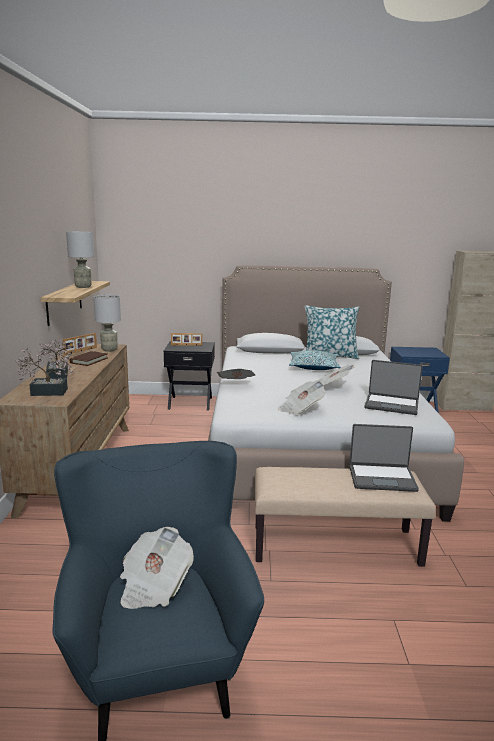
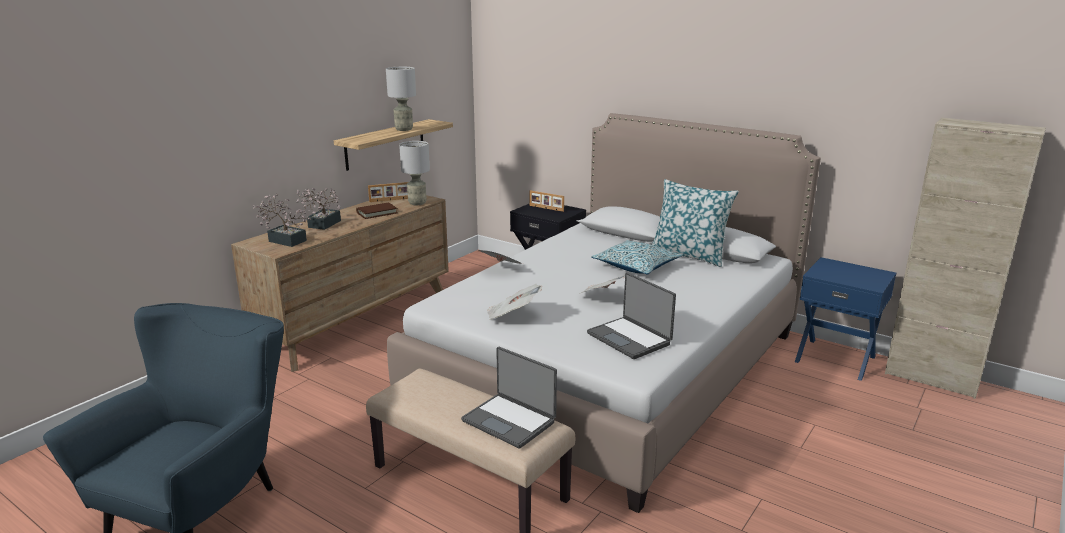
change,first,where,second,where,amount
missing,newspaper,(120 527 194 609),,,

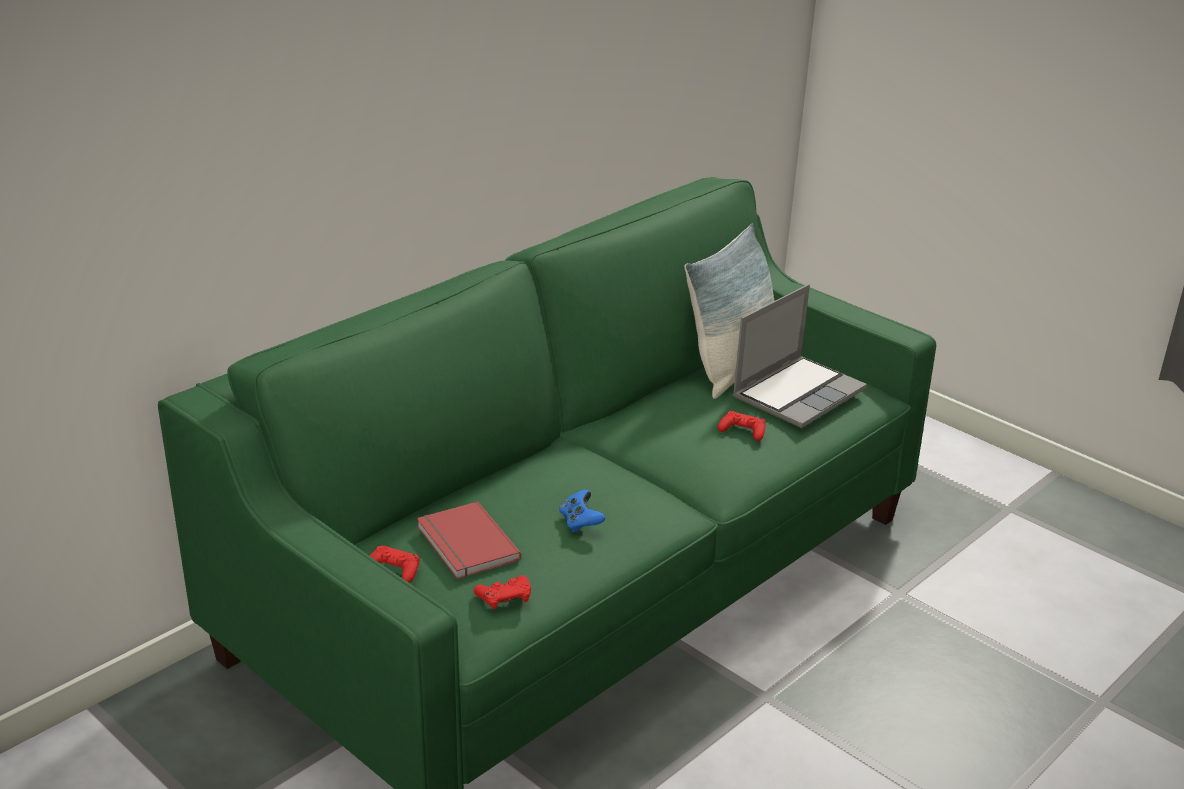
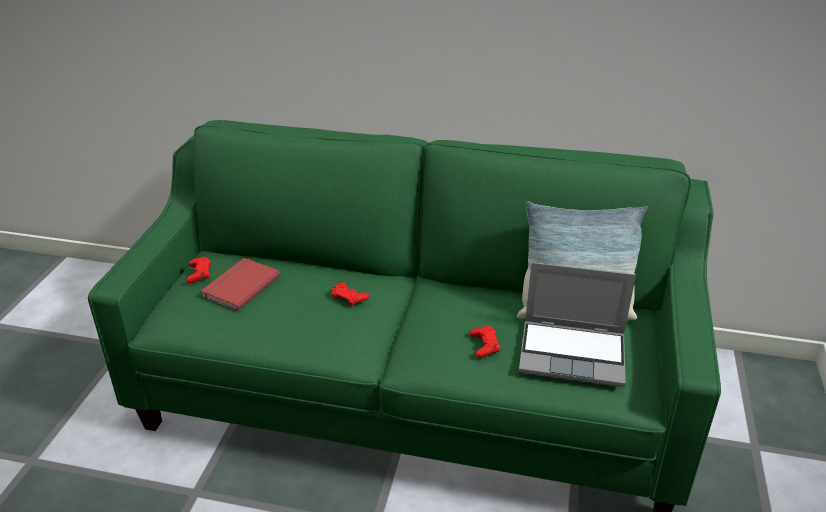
change,first,where,second,where,amount
missing,blue gamepad,(559 490 605 532),,,
relocated,red-coloured gamepad,(474 575 531 610),,(332 282 369 307),

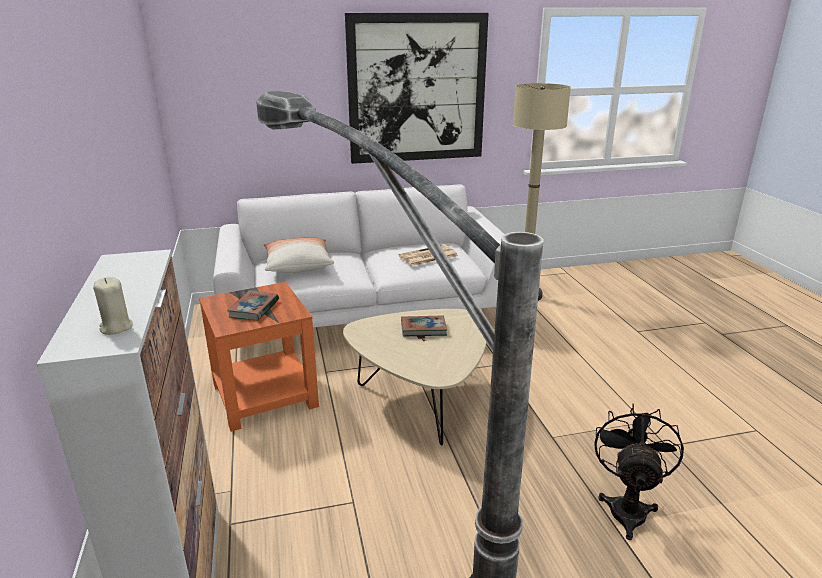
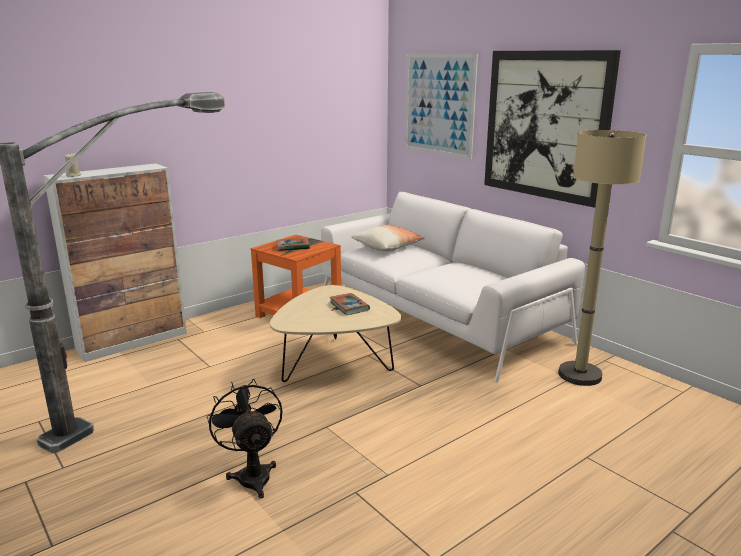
change,first,where,second,where,amount
missing,newspaper,(398 245 458 266),,,
appeared,,,picture,(405 54 478 159),
spun,black electric fan,(594 404 684 540),,(207 379 282 499),105 degrees counterclockwise

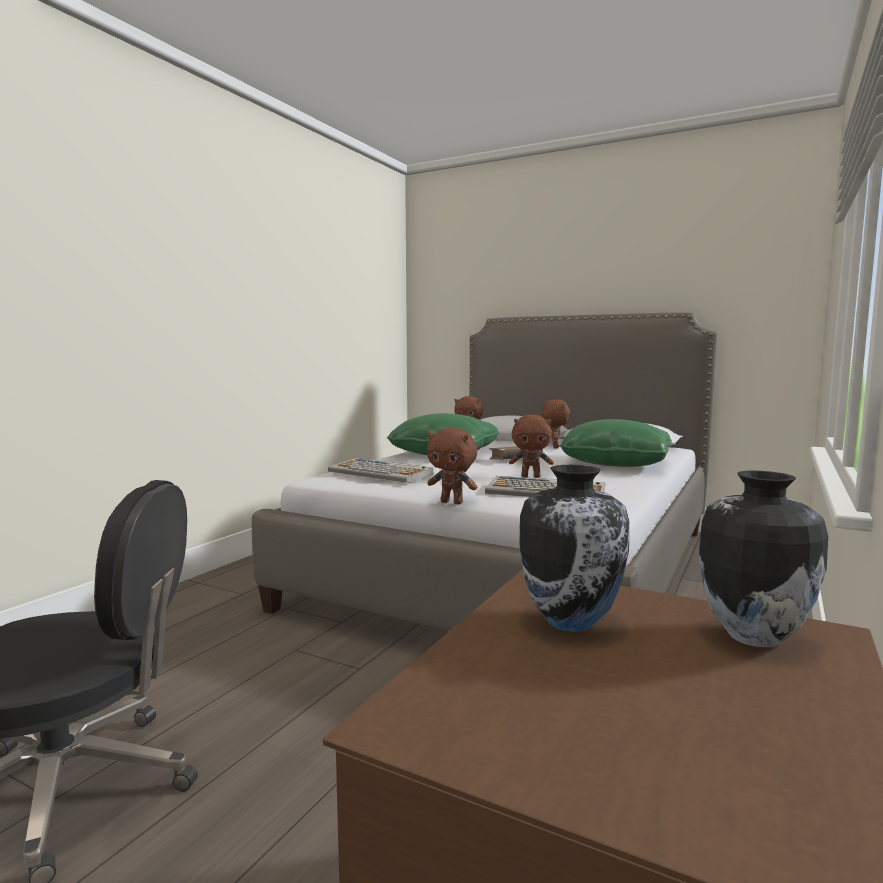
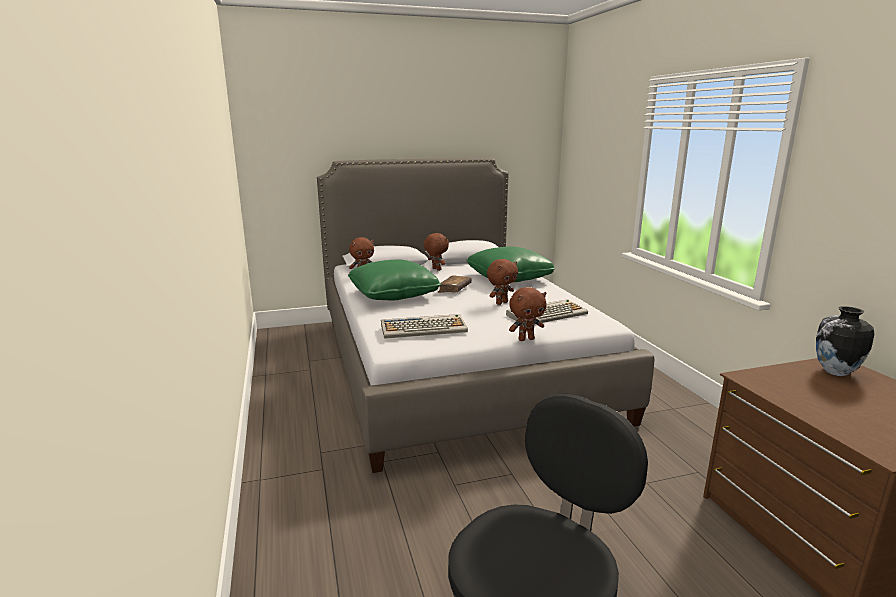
change,first,where,second,where,amount
missing,flower vase,(519 465 629 632),,,

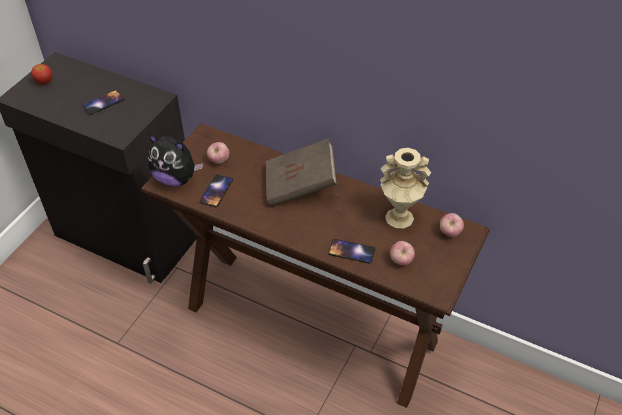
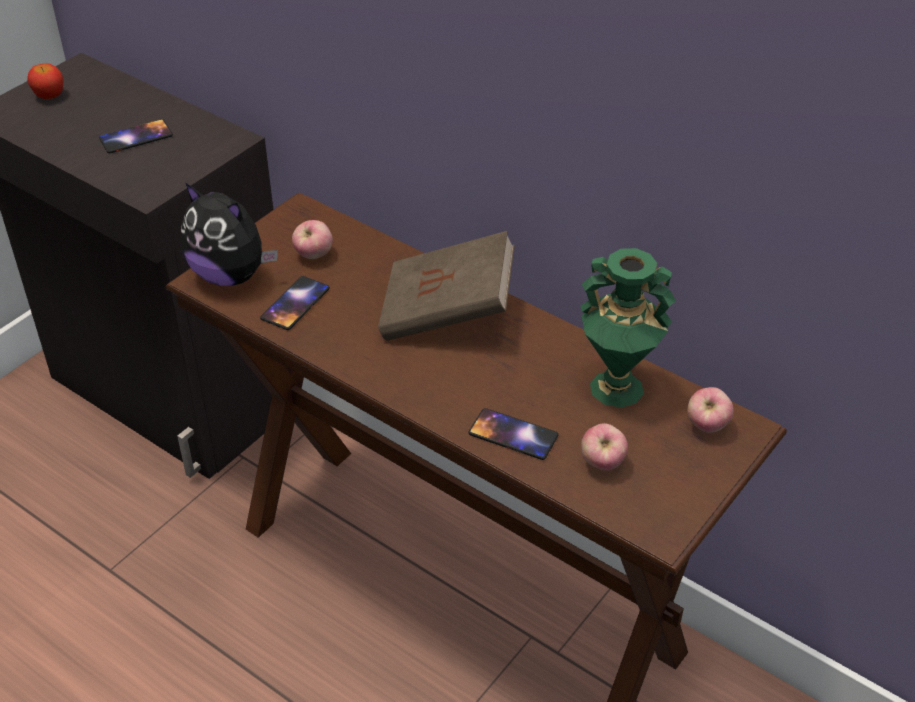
change,first,where,second,where,amount
colour,beige flower vase,(380 148 431 229),green-coloured flower vase,(580 248 676 408),

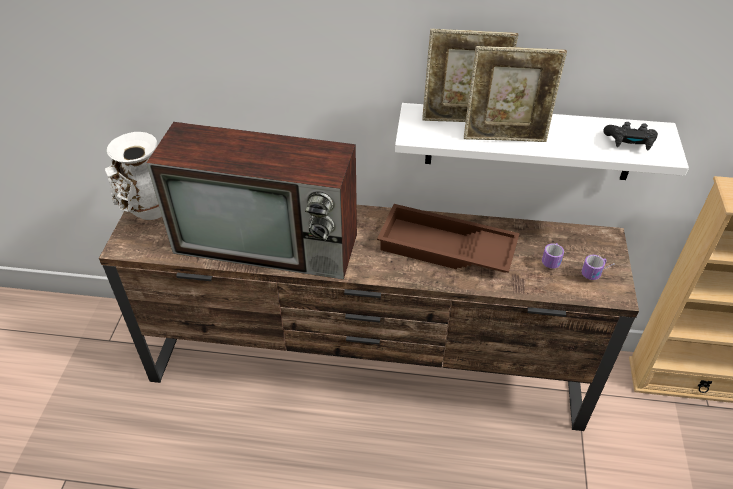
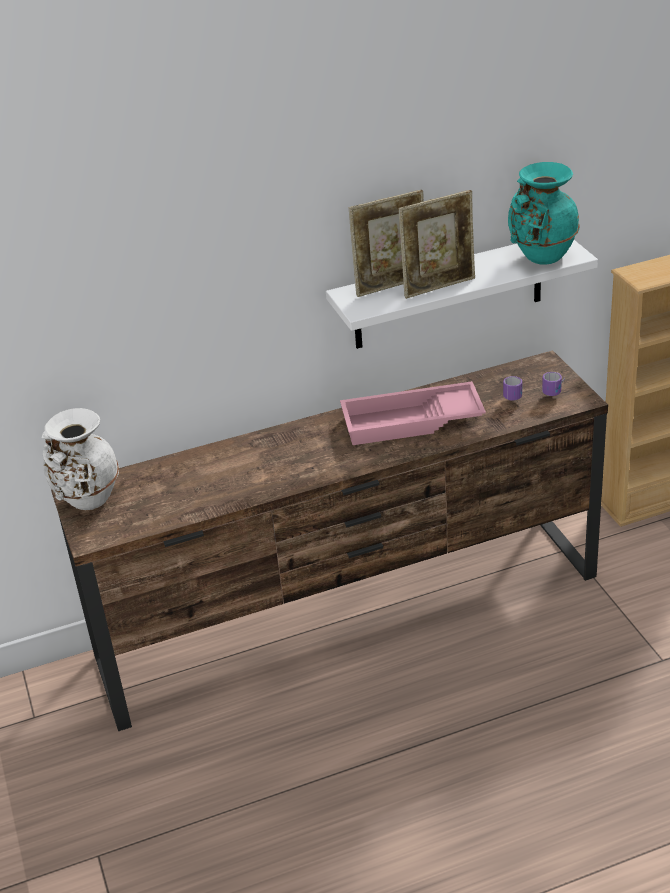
change,first,where,second,where,amount
missing,TV,(146 122 357 280),,,
exchanged,black gamepad,(603 122 658 151),turquoise flower vase,(508 162 580 265),
colour,brown carrying tray,(377 204 520 273),pinkish carrying tray,(340 381 486 445),

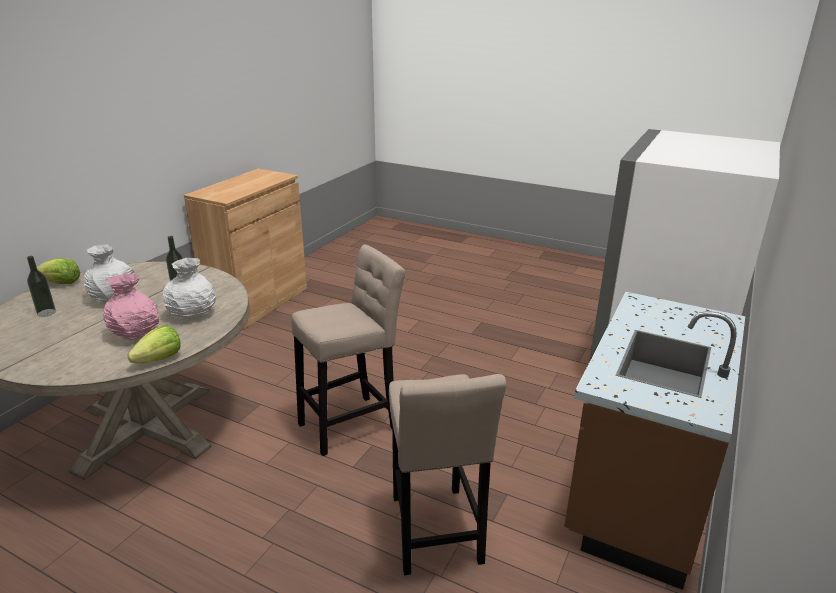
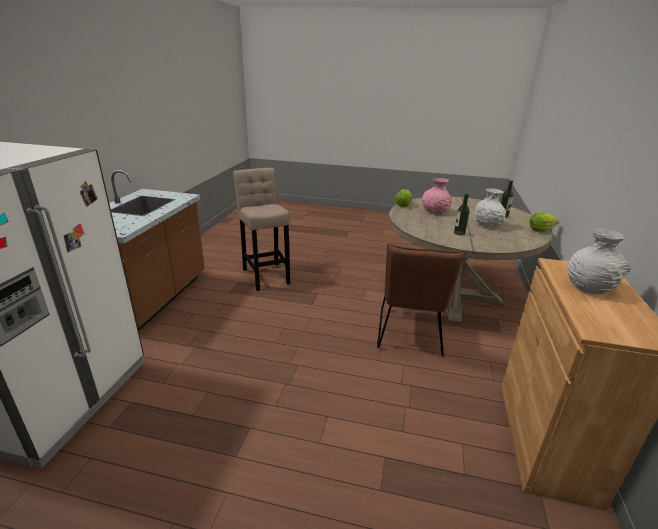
change,first,where,second,where,amount
missing,beige stool seat,(291 244 405 456),,,
appeared,,,brown plain chair,(377 244 466 357),
relocated,white flower vase,(163 258 216 319),,(567 228 631 294),

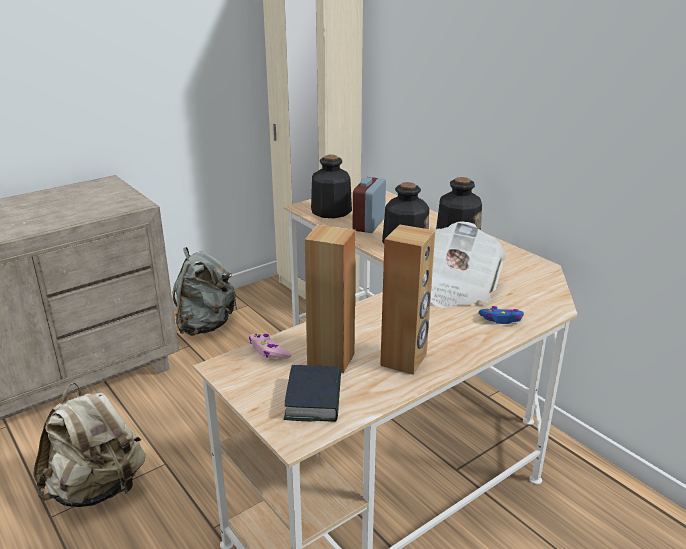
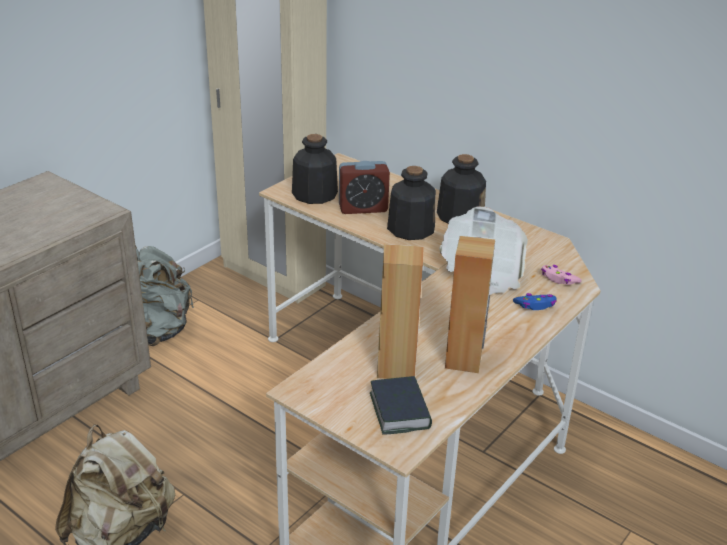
change,first,where,second,where,amount
relocated,pinkish gamepad,(249 333 291 359),,(541 265 582 285),
spun,table clock,(353 177 386 233),,(339 161 390 214),105 degrees counterclockwise

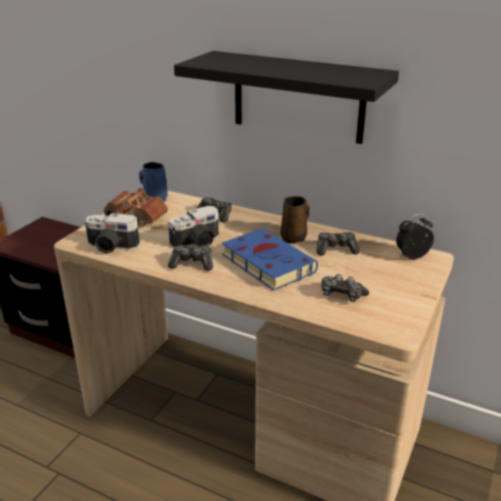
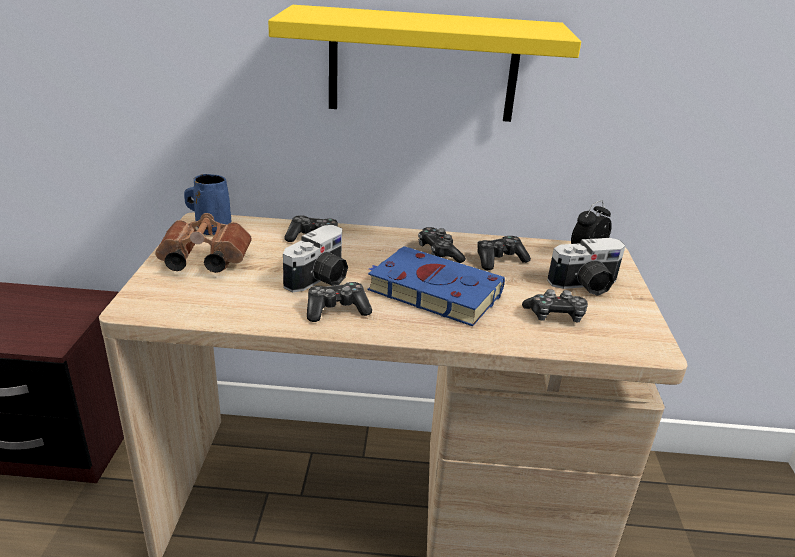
change,first,where,second,where,amount
relocated,photo camera,(85 213 140 254),,(547 238 626 296),
exchanged,brown mug,(280 196 309 244),gamepad,(418 227 466 263),
colour,black wall shelf,(174 51 399 144),yellow-coloured wall shelf,(268 5 581 122),

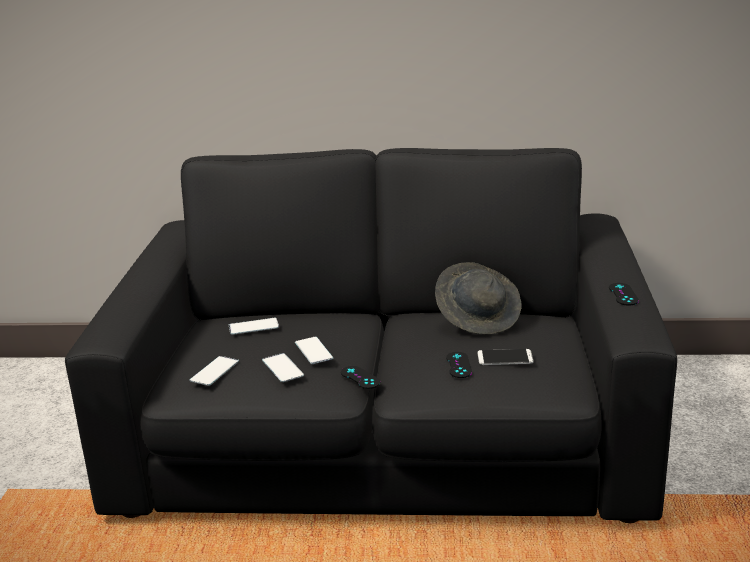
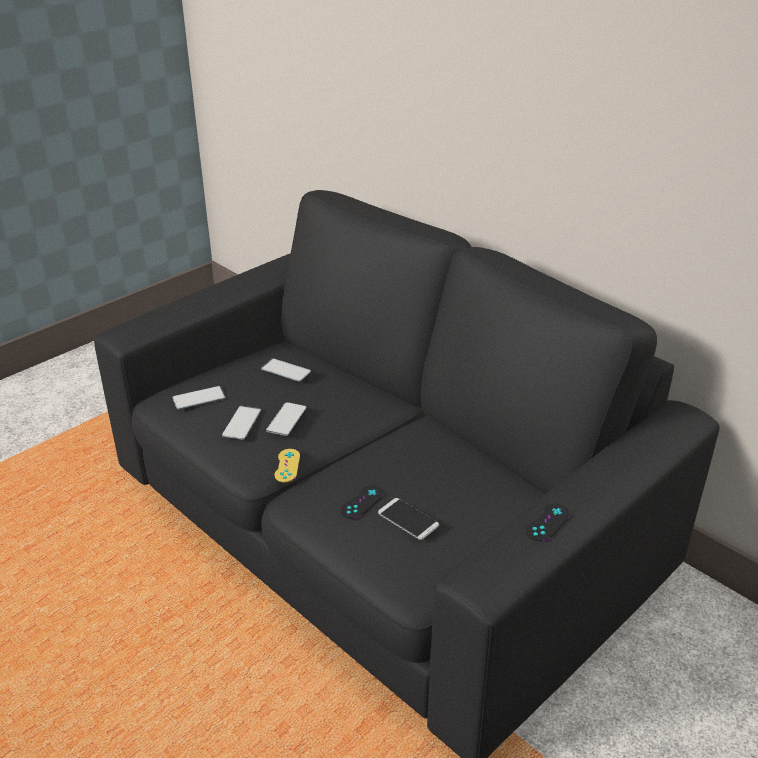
change,first,where,second,where,amount
missing,greyish hat,(435 262 522 334),,,
colour,black gamepad,(341 366 380 389),yellow-coloured gamepad,(275 449 300 482),

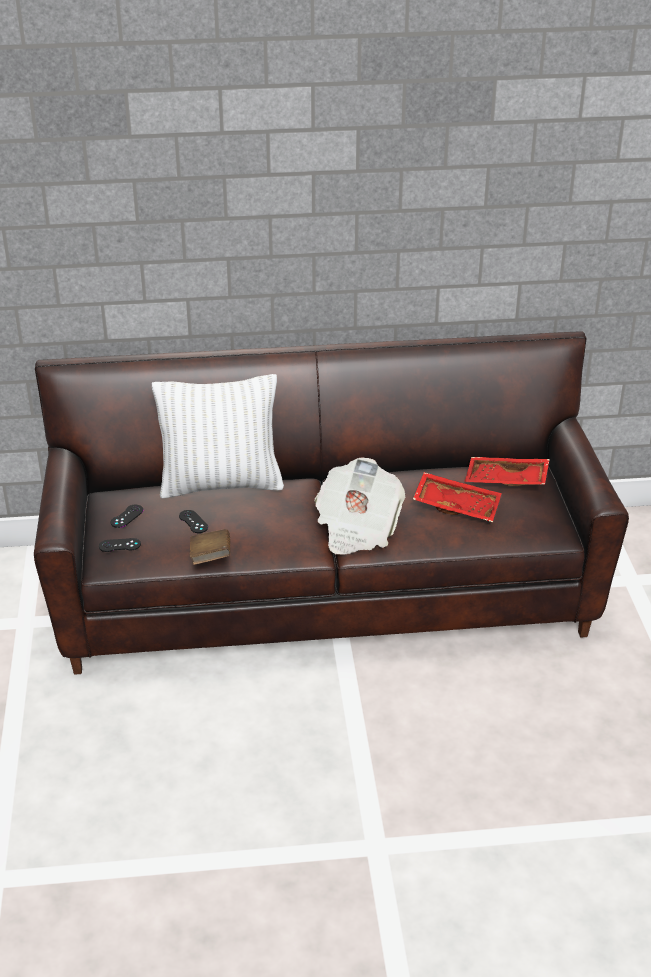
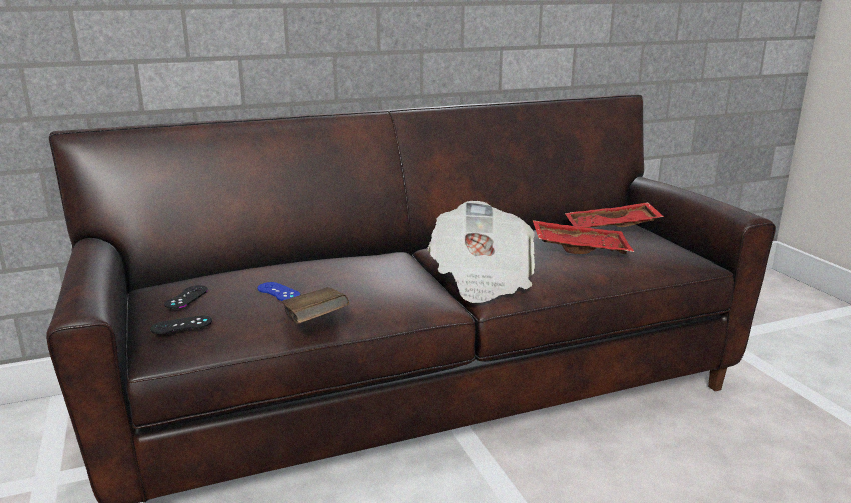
change,first,where,second,where,amount
missing,white pillow,(152 374 284 498),,,
colour,black gamepad,(179 510 208 533),blue gamepad,(258 282 300 301),

